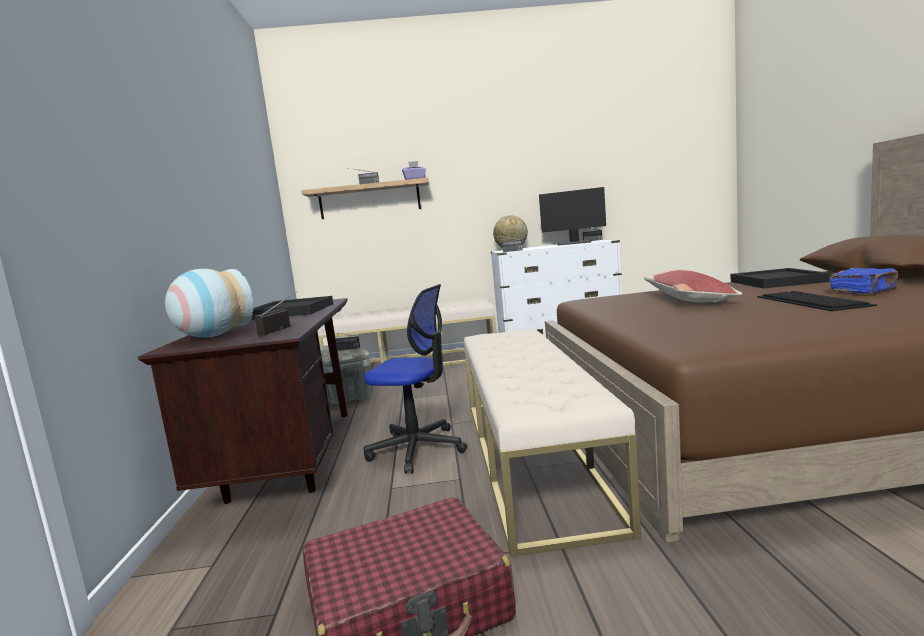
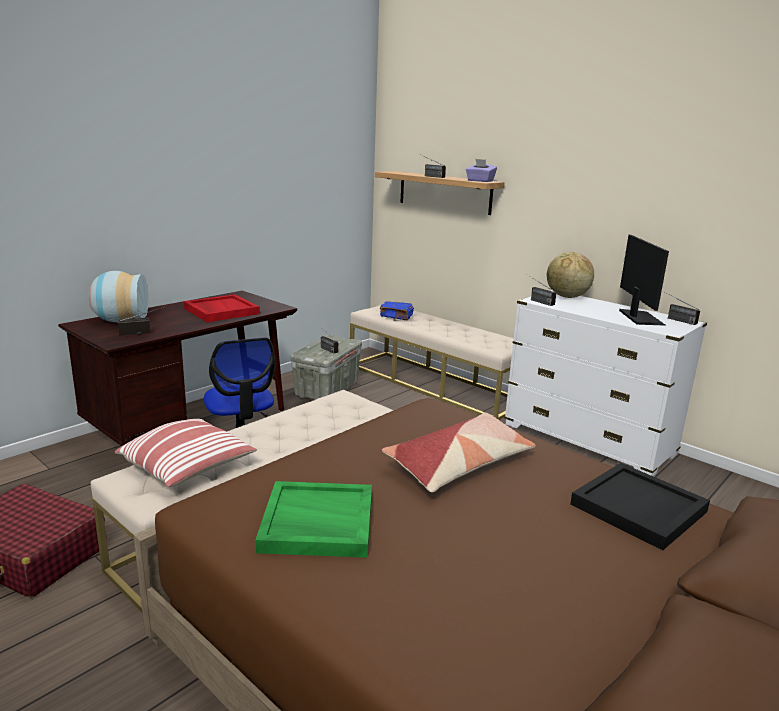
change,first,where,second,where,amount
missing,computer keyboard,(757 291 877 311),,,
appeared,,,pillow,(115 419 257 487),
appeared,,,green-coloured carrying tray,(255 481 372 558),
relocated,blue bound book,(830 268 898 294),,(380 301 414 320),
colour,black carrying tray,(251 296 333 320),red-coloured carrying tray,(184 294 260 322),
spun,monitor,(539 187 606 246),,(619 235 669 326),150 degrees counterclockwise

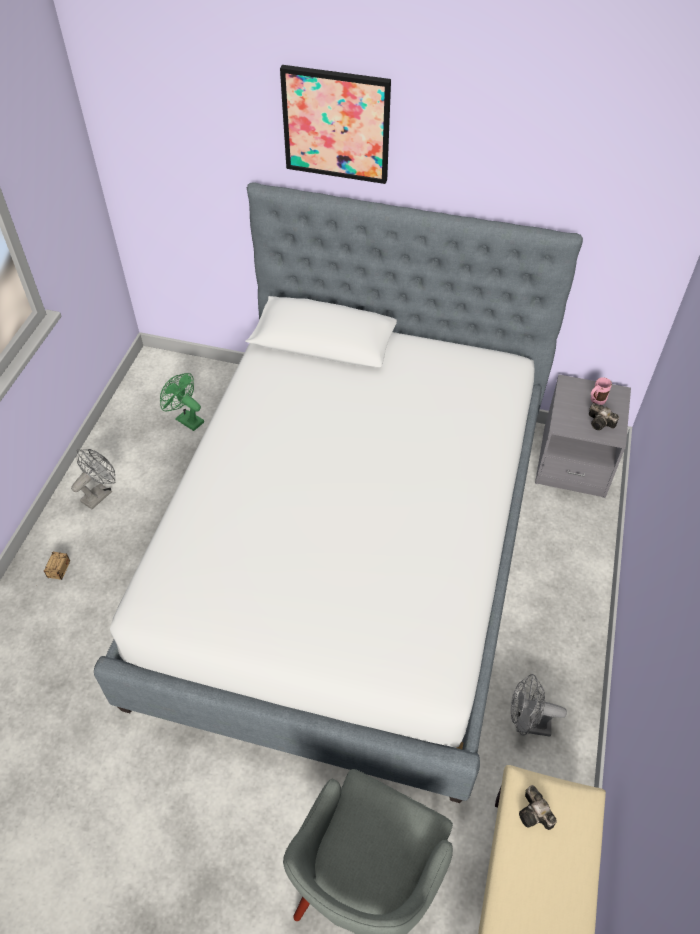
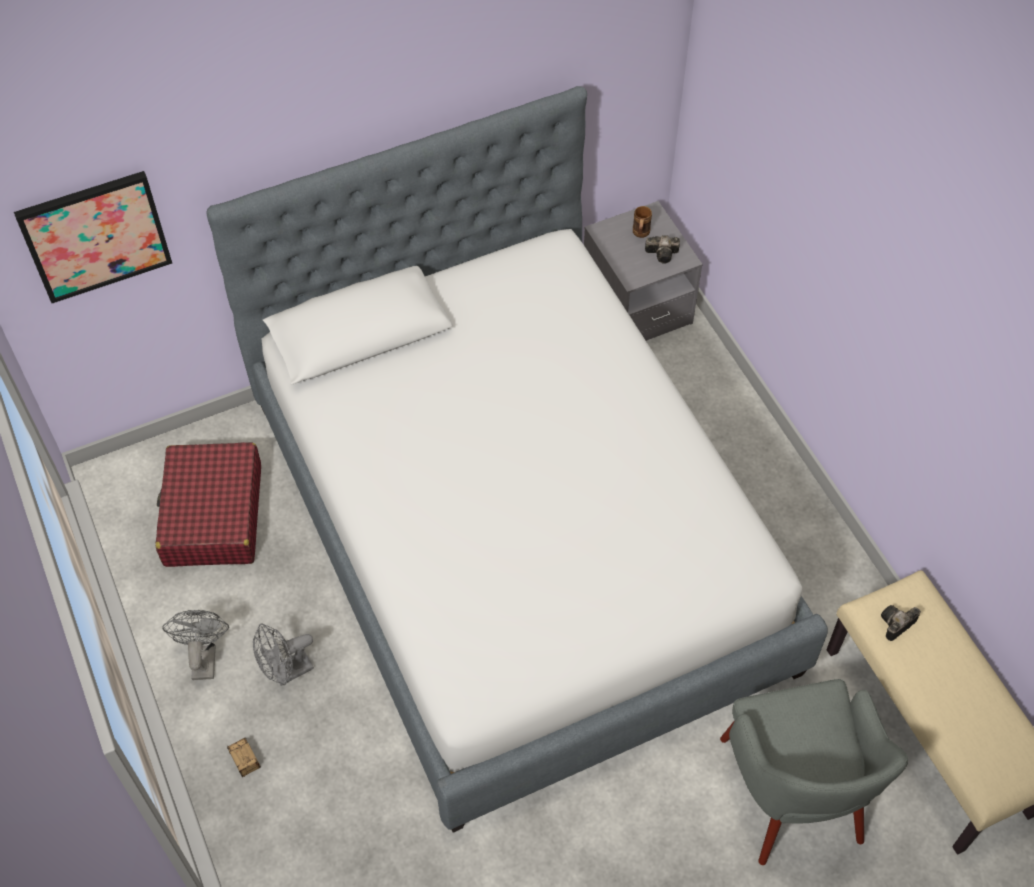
change,first,where,second,where,amount
relocated,picture,(280 65 391 184),,(14 171 172 303),
relocated,greyish electric fan,(511 674 567 737),,(253 624 314 686),
exchanged,green-coloured electric fan,(160 373 204 431),red-coloured travel case,(156 442 261 567),
colour,pinkish mug,(591 377 612 405),brown mug,(633 206 652 238),
spun,photo camera,(519 785 557 830),,(881 605 921 641),120 degrees clockwise

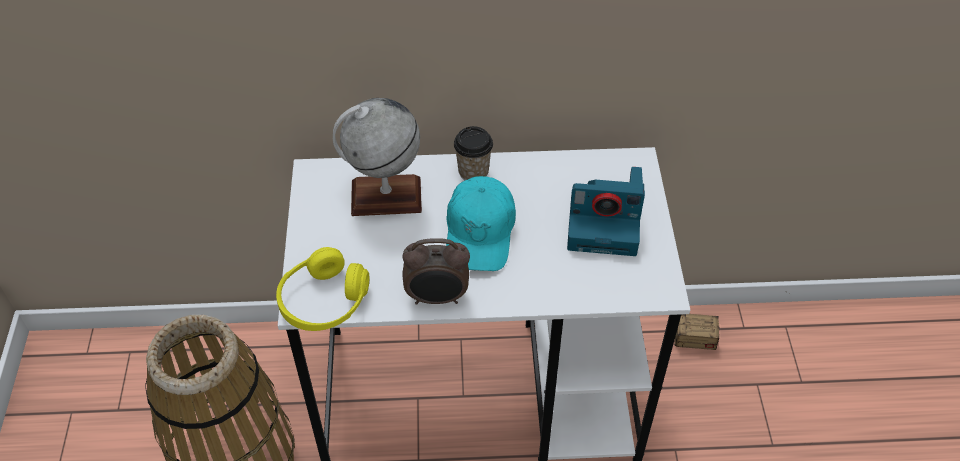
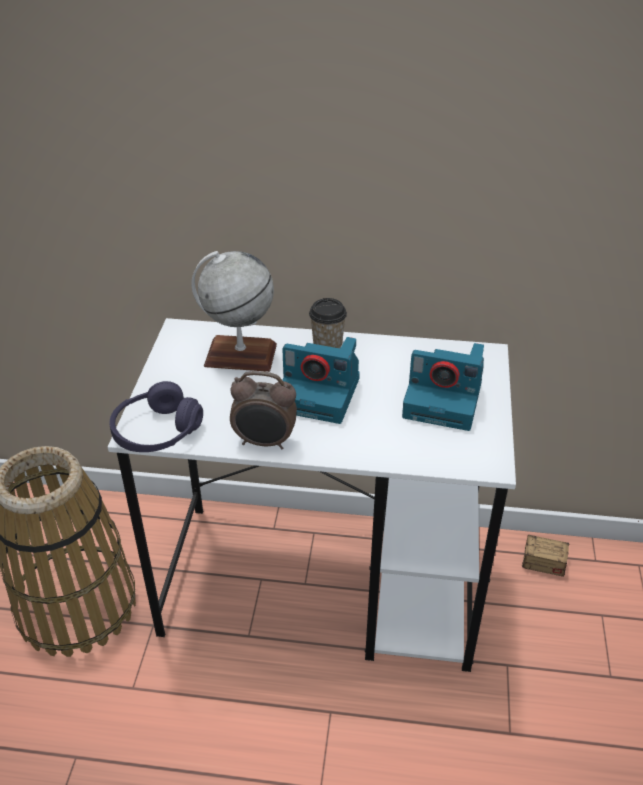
change,first,where,second,where,amount
exchanged,turquoise peaked cap,(446 176 516 271),photo camera,(282 337 360 424),
colour,yellow-coloured pair of headphones,(276 247 369 331),purplish pair of headphones,(109 381 203 452),

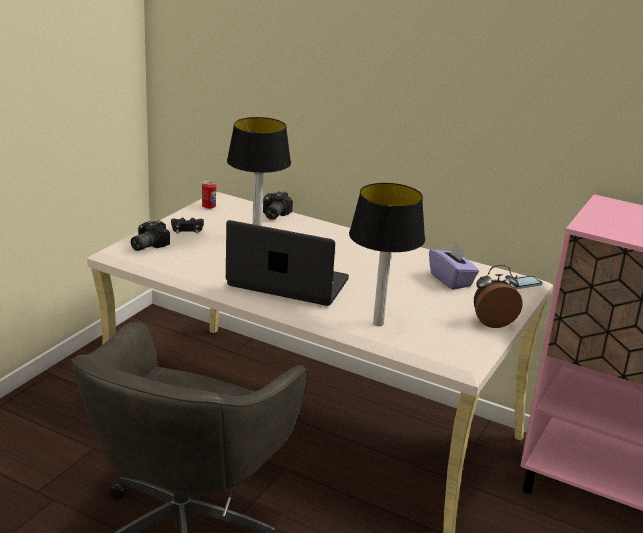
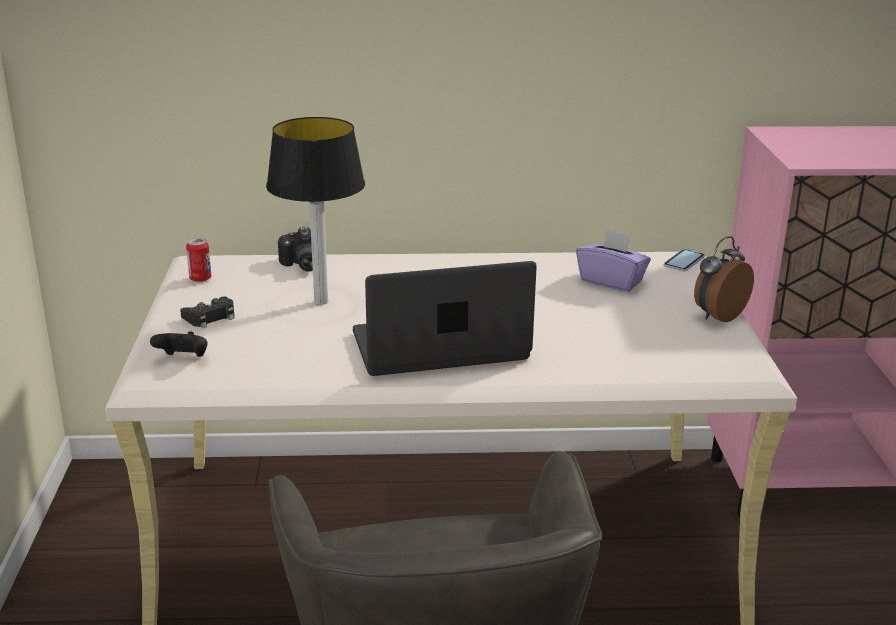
change,first,where,second,where,amount
missing,lamp for a table,(349 183 425 326),,,
exchanged,photo camera,(131 220 170 251),black gamepad,(150 331 208 357),

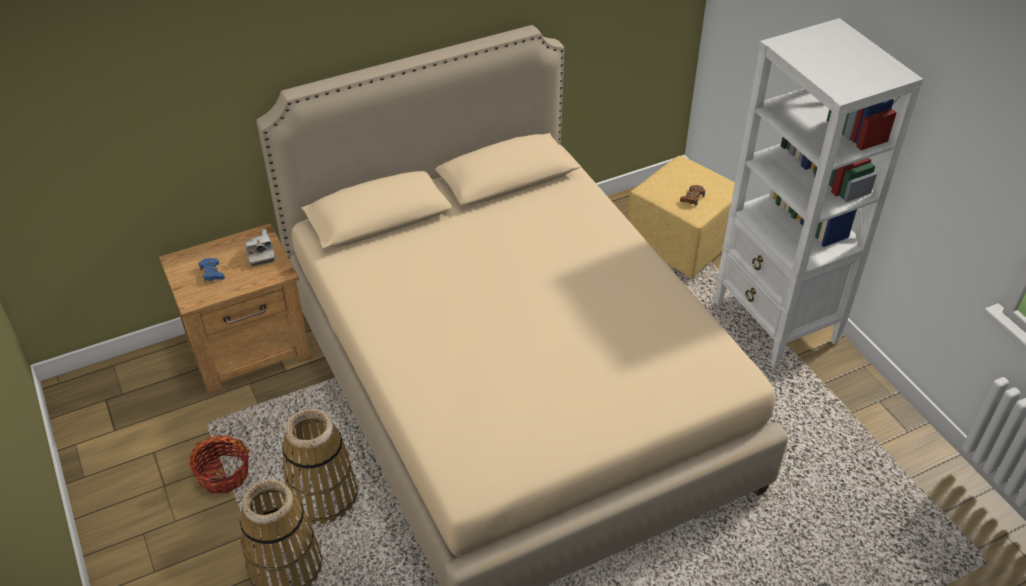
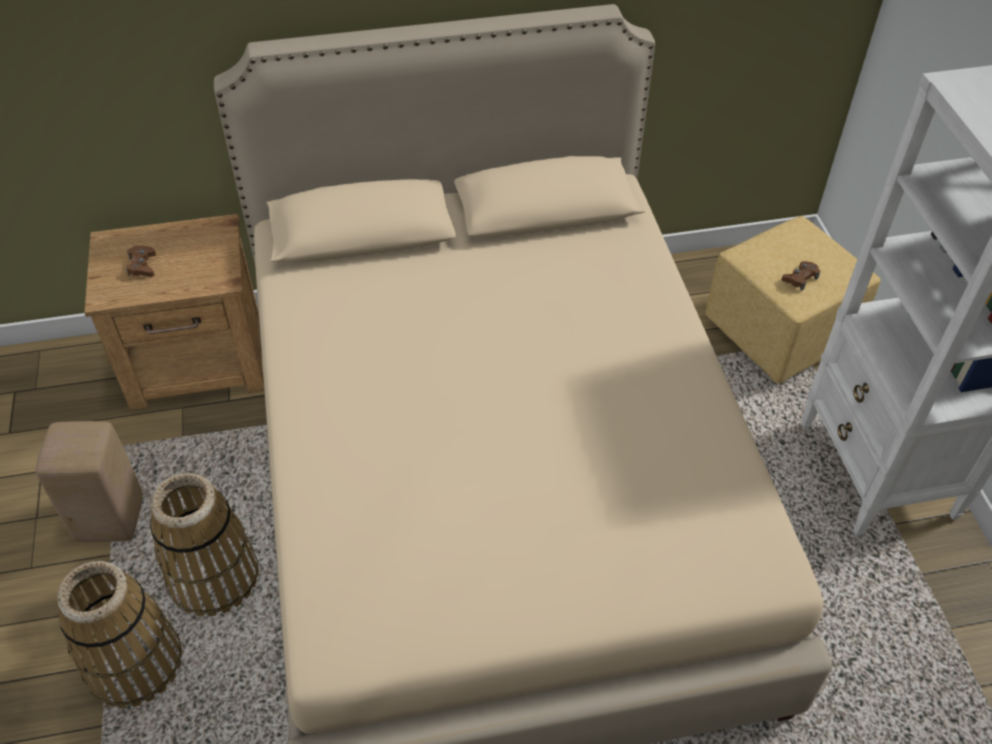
change,first,where,second,where,amount
missing,photo camera,(245 229 275 267),,,
exchanged,storage basket,(188 435 250 494),beige stool seat,(35 421 143 542),
colour,blue gamepad,(199 258 225 282),brown gamepad,(126 245 156 277),

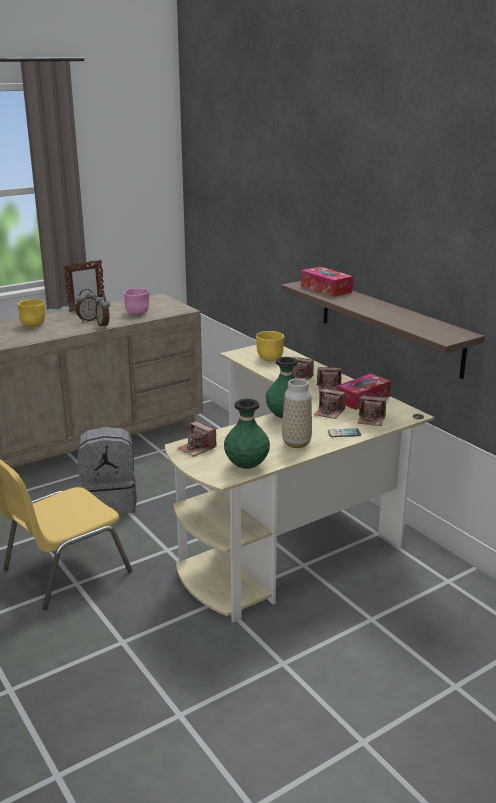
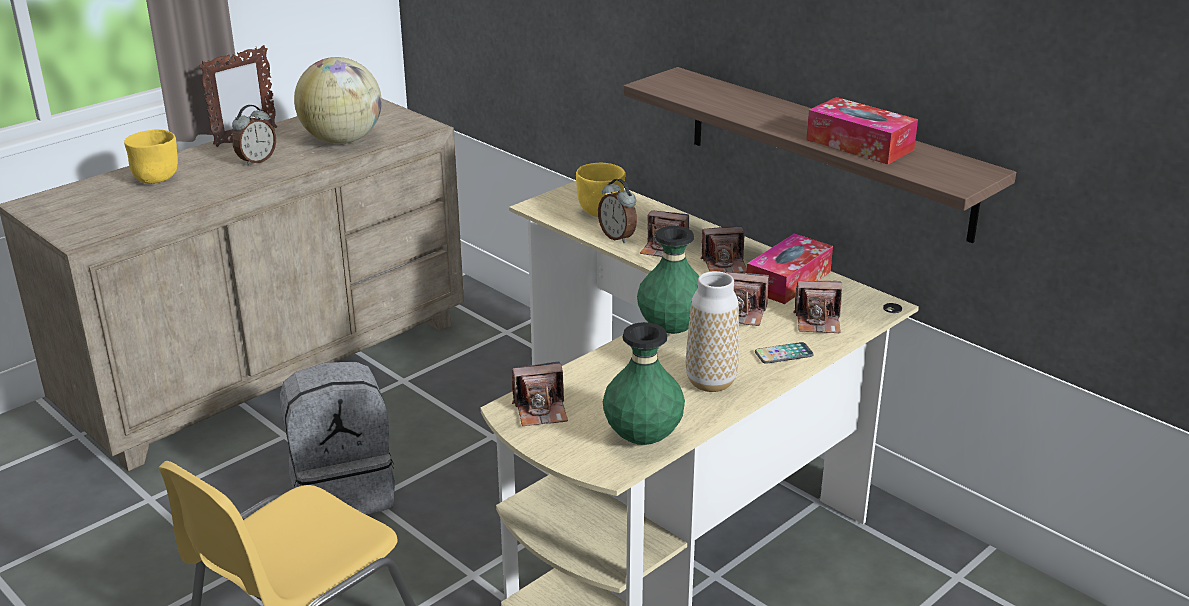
change,first,where,second,where,amount
relocated,table clock,(96 294 110 328),,(598 179 637 243),
relocated,tissue box,(301 267 353 297),,(806 97 918 165),
exchanged,pinkish serving bowl,(124 288 149 316),globe,(294 57 382 144),
spun,photo camera,(177 421 217 457),,(512 361 568 426),45 degrees counterclockwise

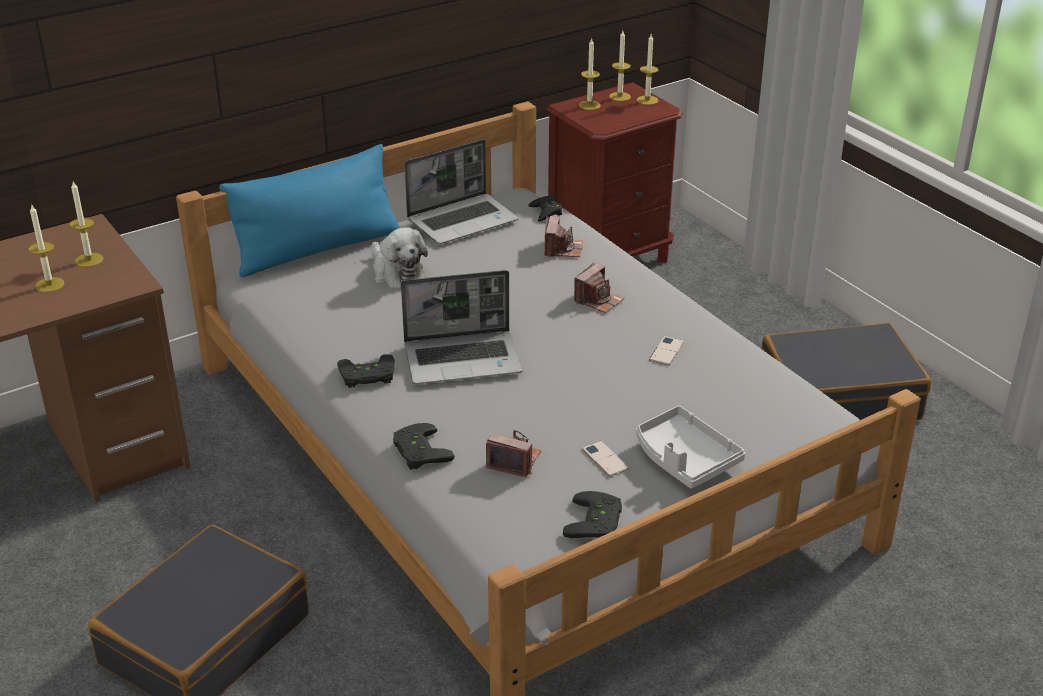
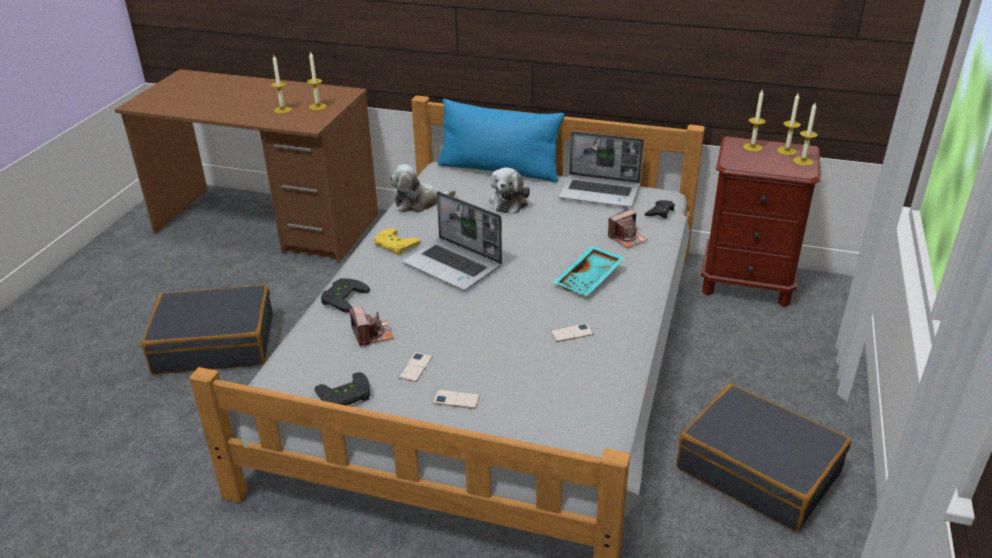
change,first,where,second,where,amount
appeared,,,soft toy,(389 164 456 212),
exchanged,photo camera,(574 262 625 313),turquoise carrying tray,(553 245 625 296),
exchanged,greyish carrying tray,(636 406 745 489),handset,(433 389 480 409),
colour,black gamepad,(337 354 395 388),yellow-coloured gamepad,(374 228 421 255),

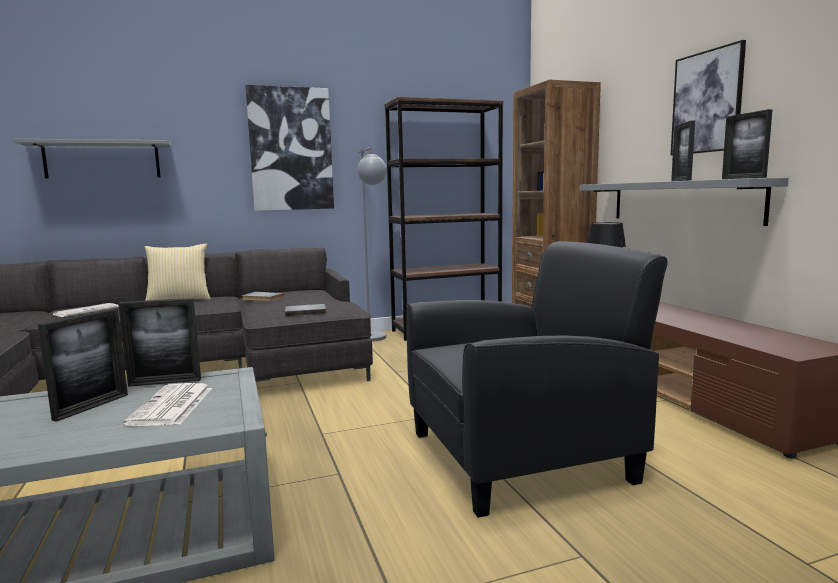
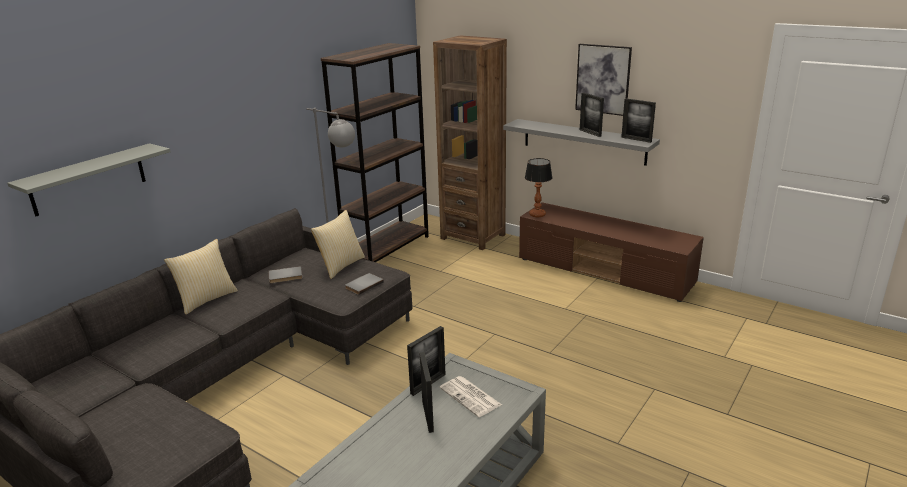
change,first,where,second,where,amount
missing,newspaper,(53 303 119 317),,,
missing,picture,(245 85 334 211),,,
missing,black easy chair,(407 241 668 518),,,
appeared,,,pillow,(311 210 365 279),

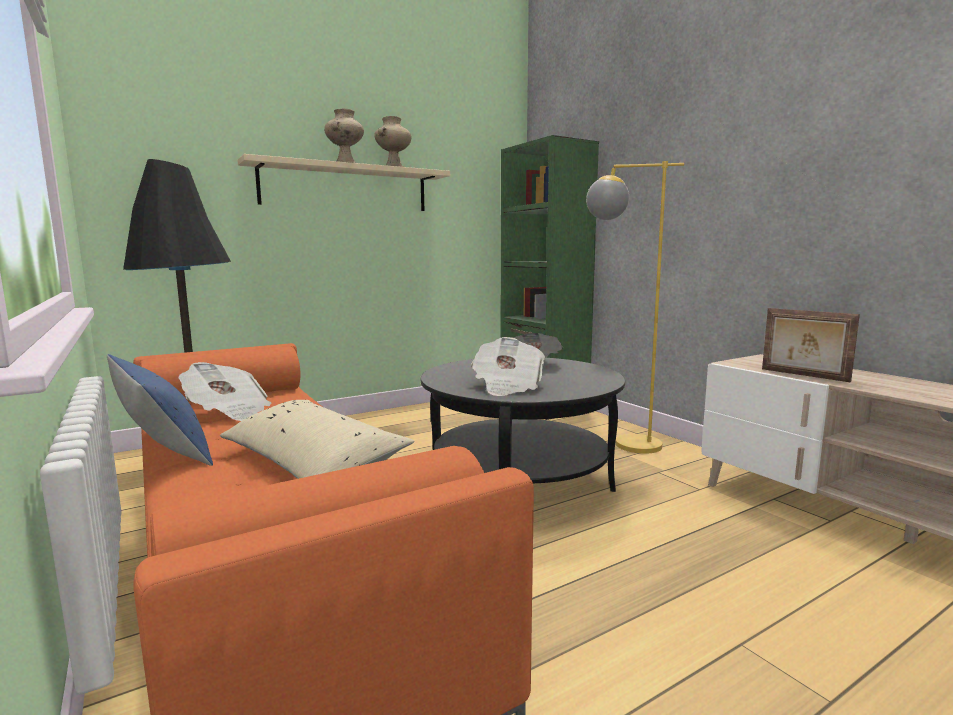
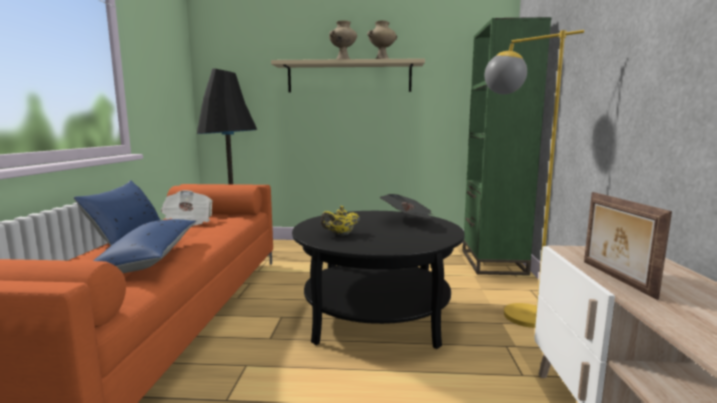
change,first,where,second,where,amount
exchanged,newspaper,(471 337 545 396),yellow-coloured pot for tea,(321 206 360 235),
colour,beige pillow,(220 400 415 479),blue pillow,(93 219 196 273),

